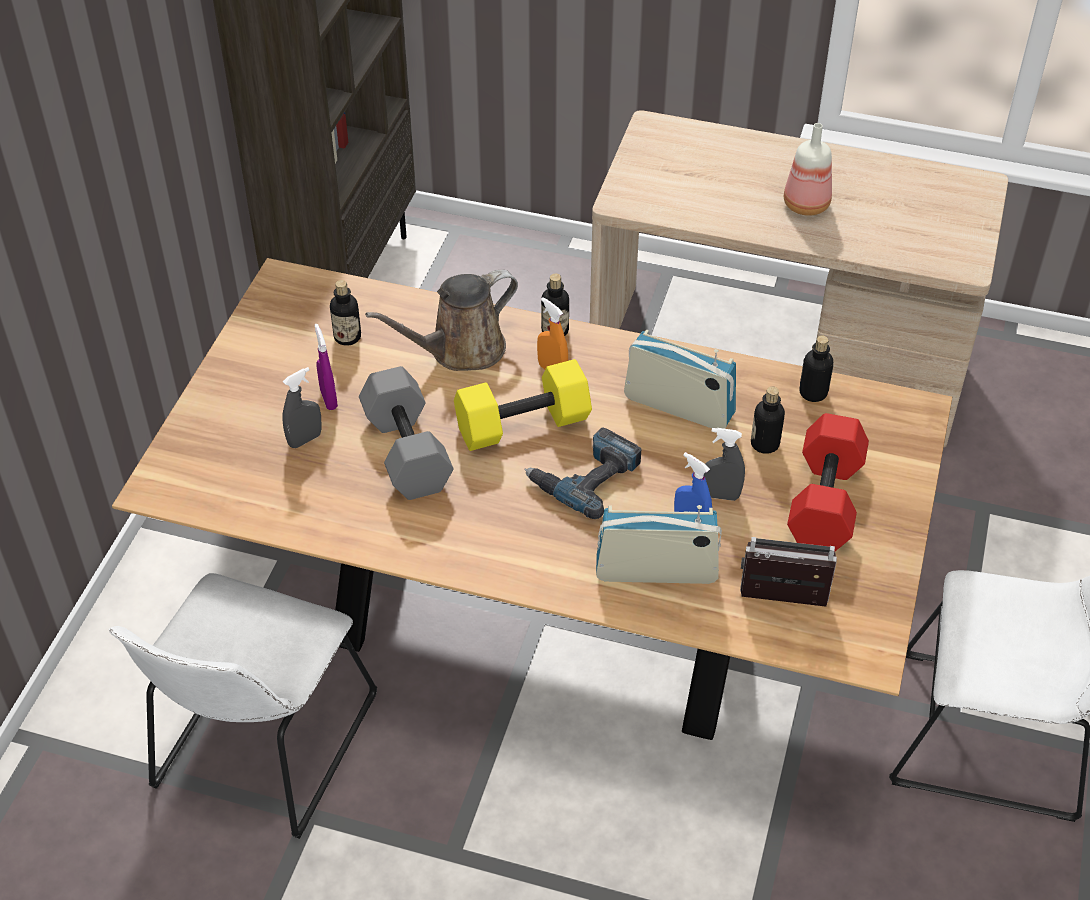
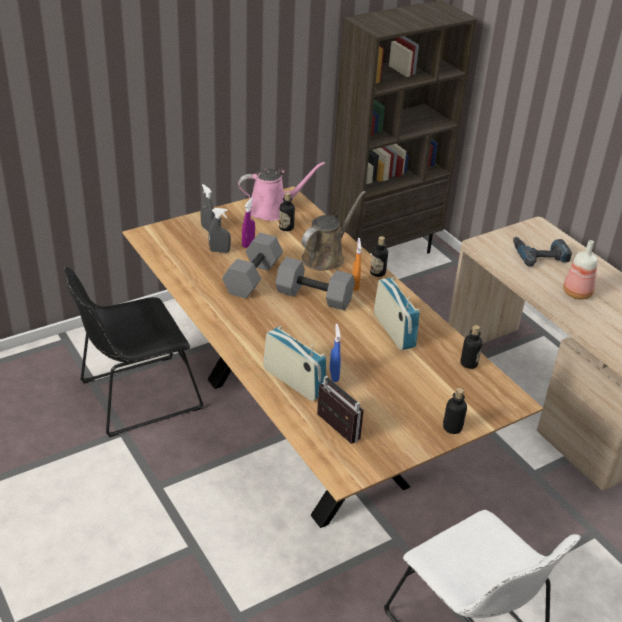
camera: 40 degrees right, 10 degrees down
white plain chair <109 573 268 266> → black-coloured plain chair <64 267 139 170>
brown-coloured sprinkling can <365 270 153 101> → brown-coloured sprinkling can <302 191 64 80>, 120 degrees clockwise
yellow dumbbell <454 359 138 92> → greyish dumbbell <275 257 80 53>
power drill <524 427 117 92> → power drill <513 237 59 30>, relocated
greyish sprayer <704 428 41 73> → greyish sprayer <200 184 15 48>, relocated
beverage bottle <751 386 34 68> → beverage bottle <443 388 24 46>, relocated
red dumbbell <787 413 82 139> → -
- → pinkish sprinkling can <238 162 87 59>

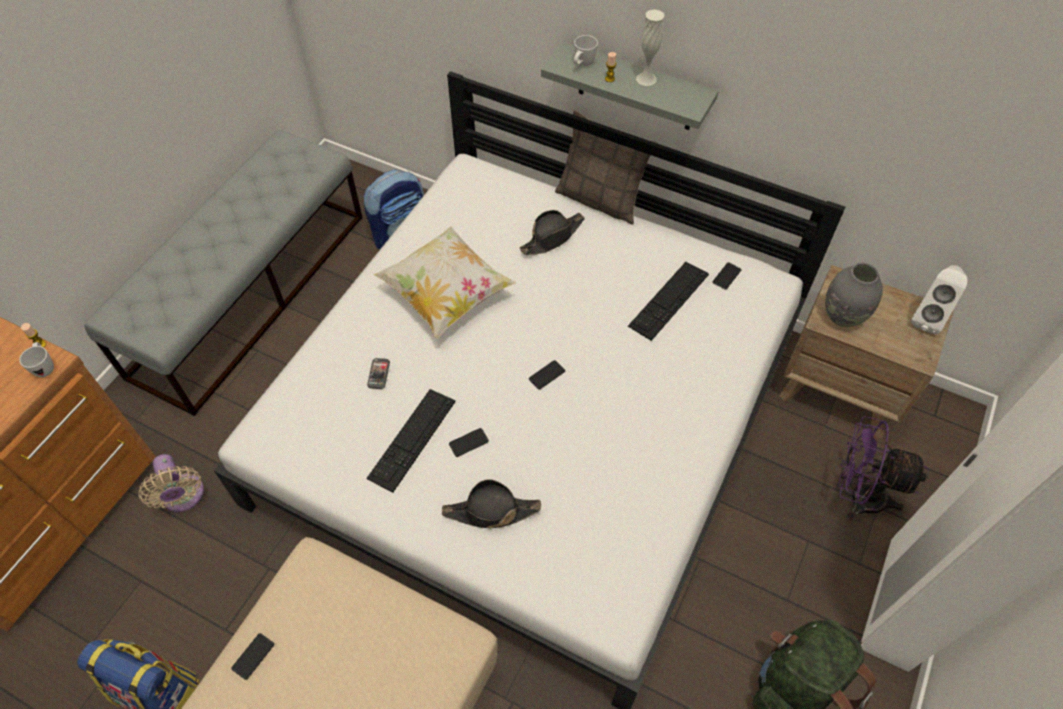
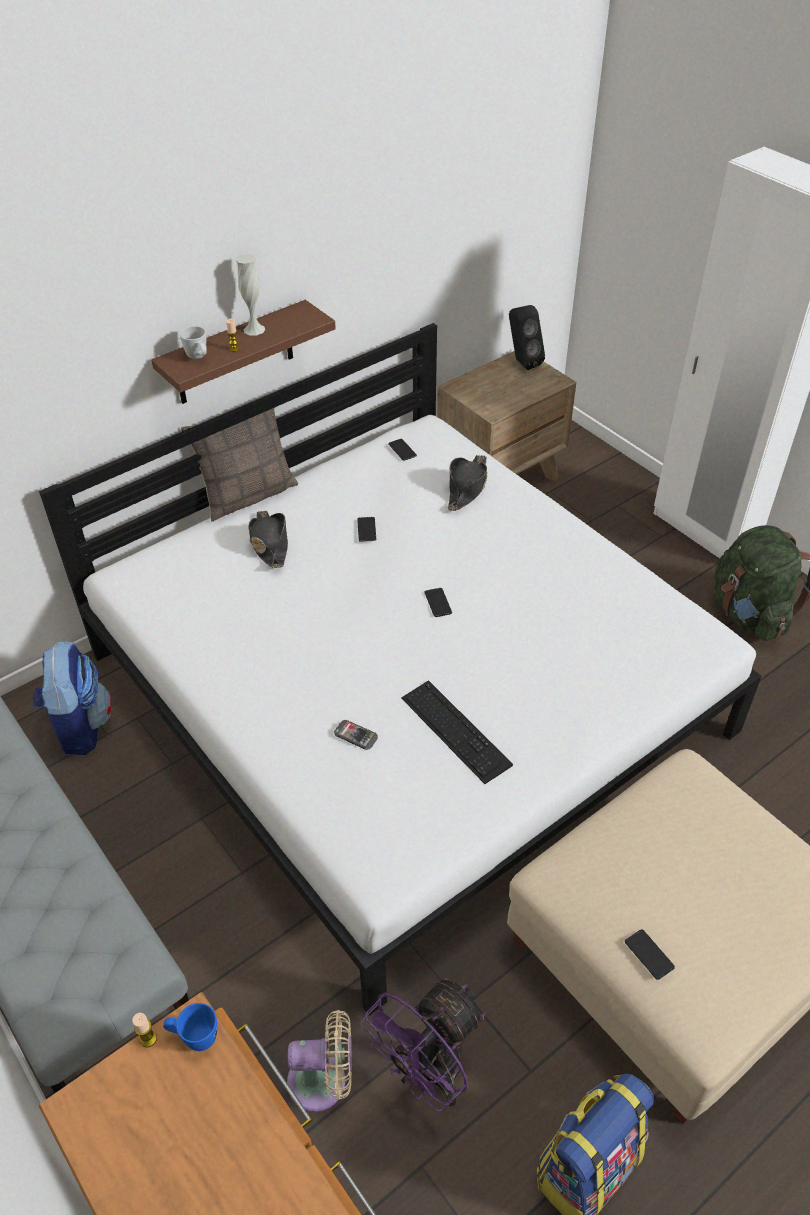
camera: 65 degrees left, 10 degrees down
white tea mug <19 342 35 35> → blue tea mug <163 1003 55 48>
throw pillow <373 226 143 112> → -
black-coloured wearable hat <442 479 99 50> → black-coloured wearable hat <448 455 39 56>, relocated
handset <449 428 40 29> → handset <357 517 19 25>, relocated
greyish wall shelf <541 41 177 89> → brown-coloured wall shelf <151 300 185 104>
PC keyboard <628 262 81 79> → -
greyish flower vase <825 263 58 64> → -
purplish fan <838 416 90 104> → purplish fan <360 978 126 133>, relocated
white speaker <911 265 56 69> → black-coloured speaker <509 305 36 65>

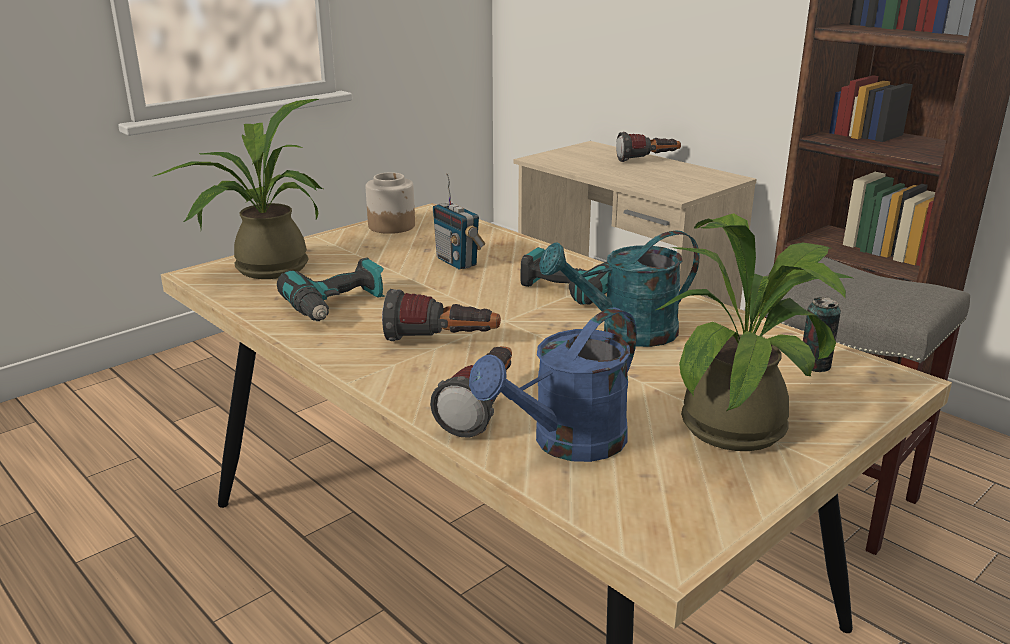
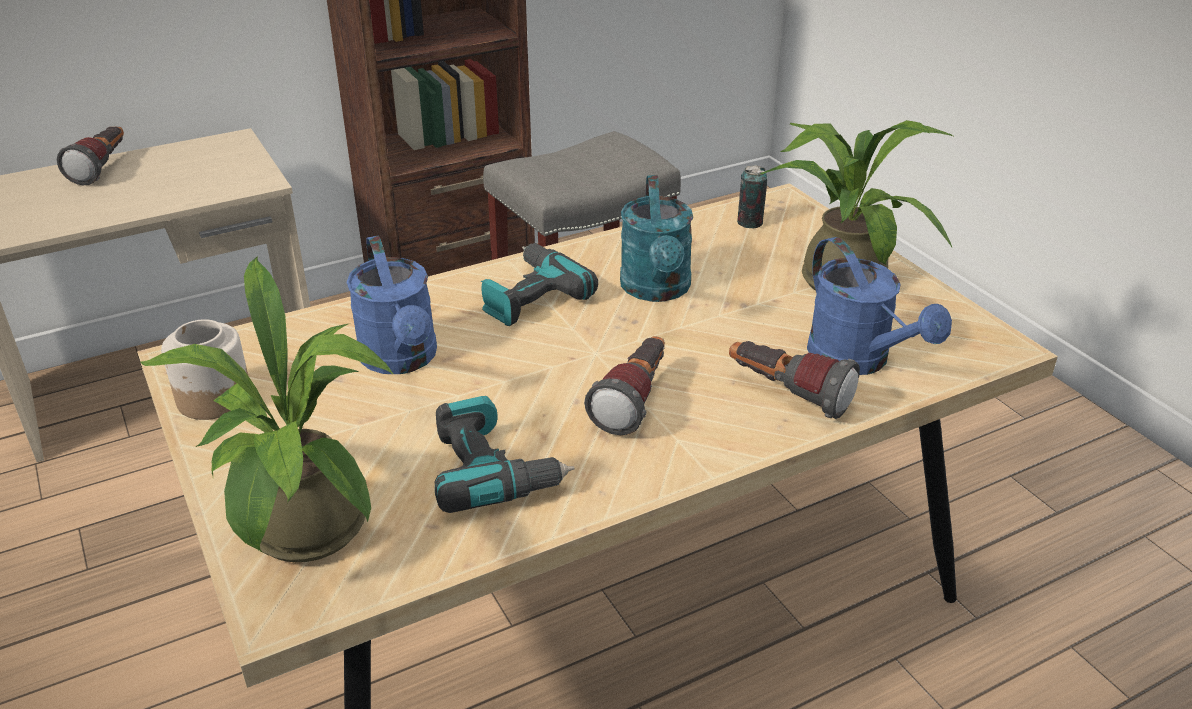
camera: 75 degrees left, 10 degrees up
radio <433 174 52 96> → blue sprinkling can <347 236 90 138>

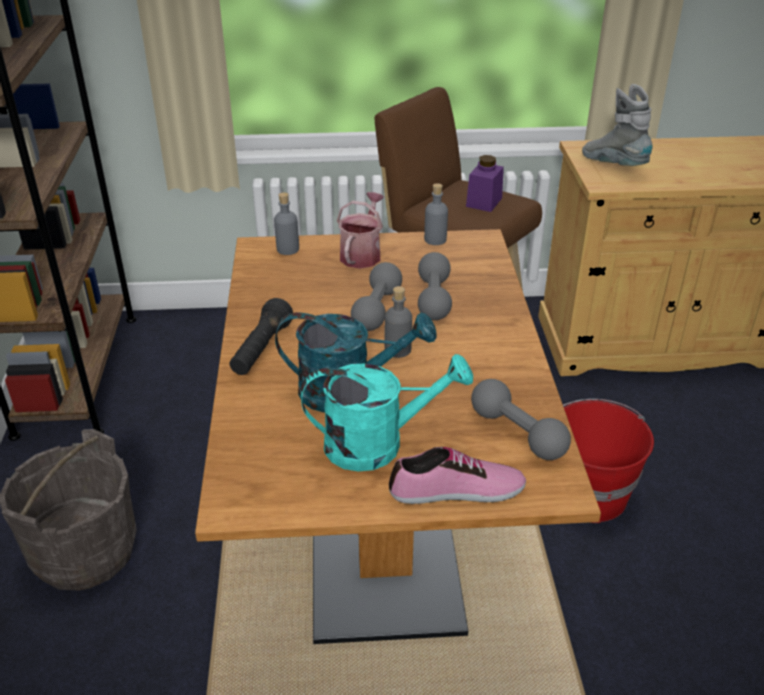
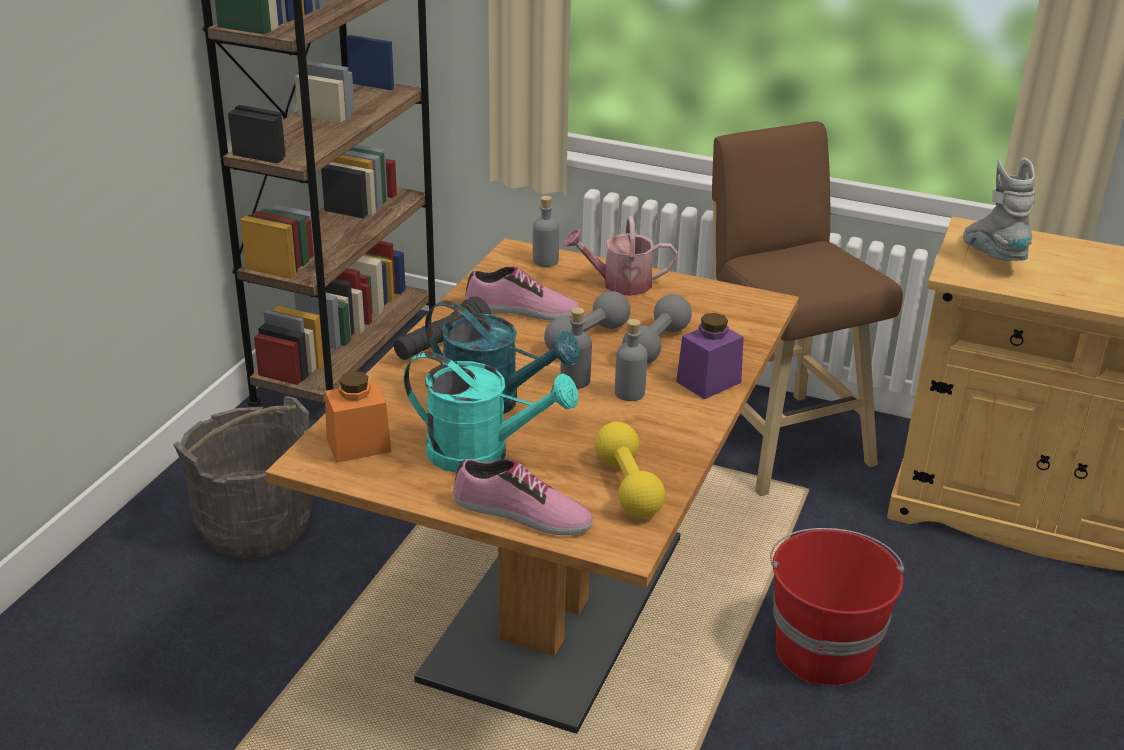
camera: 25 degrees right, 5 degrees down
sprinkling can <337 192 47 77> → sprinkling can <563 216 115 80>, 135 degrees counterclockwise
greyish beverage bottle <424 183 24 62> → greyish beverage bottle <615 319 33 82>, relocated
purplish storage jar <466 155 38 57> → purplish storage jar <676 313 68 86>, relocated
greyish dumbbell <471 379 100 81> → yellow dumbbell <595 422 70 96>
- → orange-coloured storage jar <325 371 66 92>
- → low shoe <466 267 114 53>

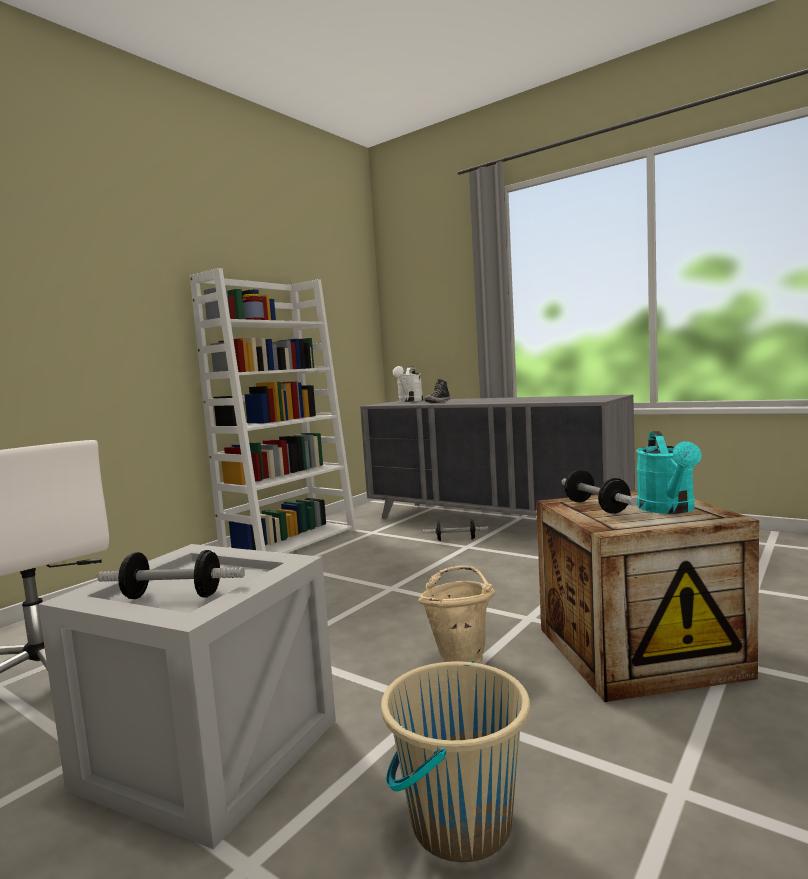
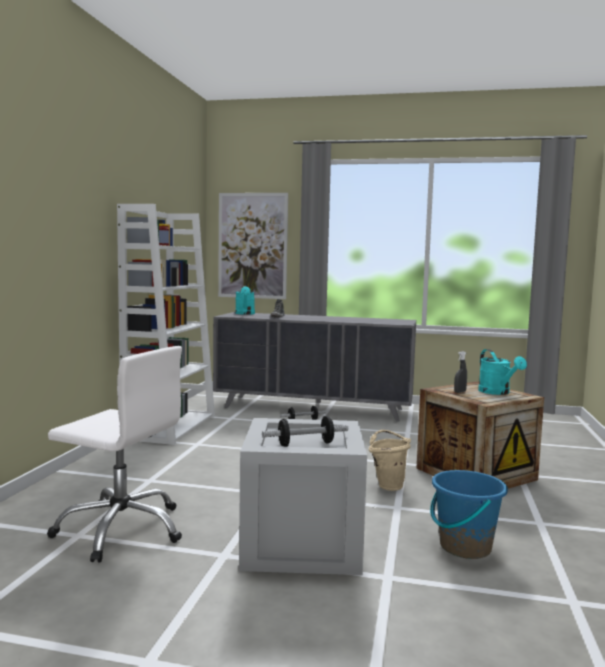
camera: 25 degrees left, 0 degrees up
sand-coloured pail <381 661 149 201> → blue pail <430 470 78 89>
white sprinkling can <393 366 30 36> → blue-green sprinkling can <235 286 20 29>
dumbbell <561 470 77 44> → greyish sprayer <454 351 13 42>
- → wall picture <218 193 70 106>

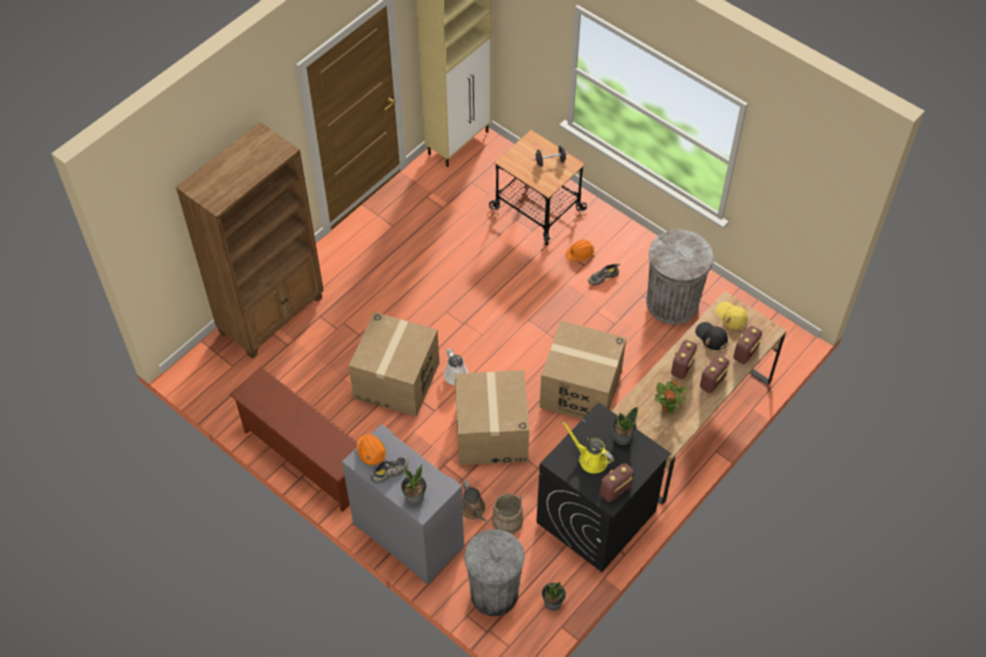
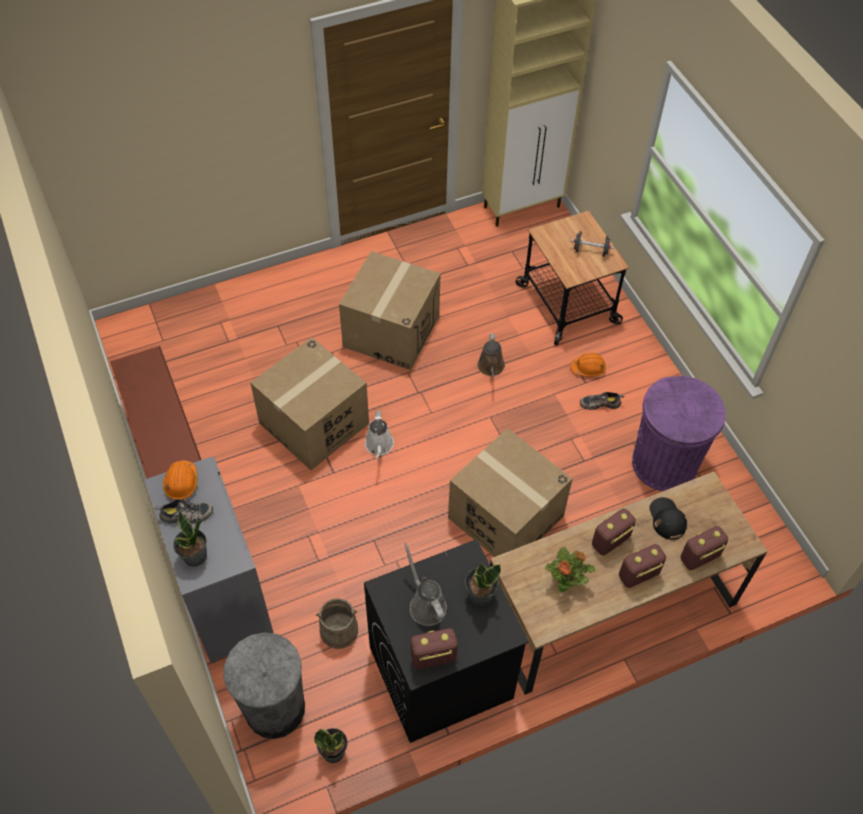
camera: 25 degrees right, 0 degrees up
brown-coloured bookshelf <176 122 148 237> → -
packing box <455 370 74 95> → packing box <339 251 102 119>, relocated
brown-coloured sprinkling can <462 480 26 44> → brown-coloured sprinkling can <477 333 28 44>, relocated
yellow sprinkling can <562 421 52 52> → greyish sprinkling can <404 543 43 83>
greyish trash can <646 230 67 94> → purplish trash can <632 376 94 115>
yellow baseball cap <716 302 32 27> → -

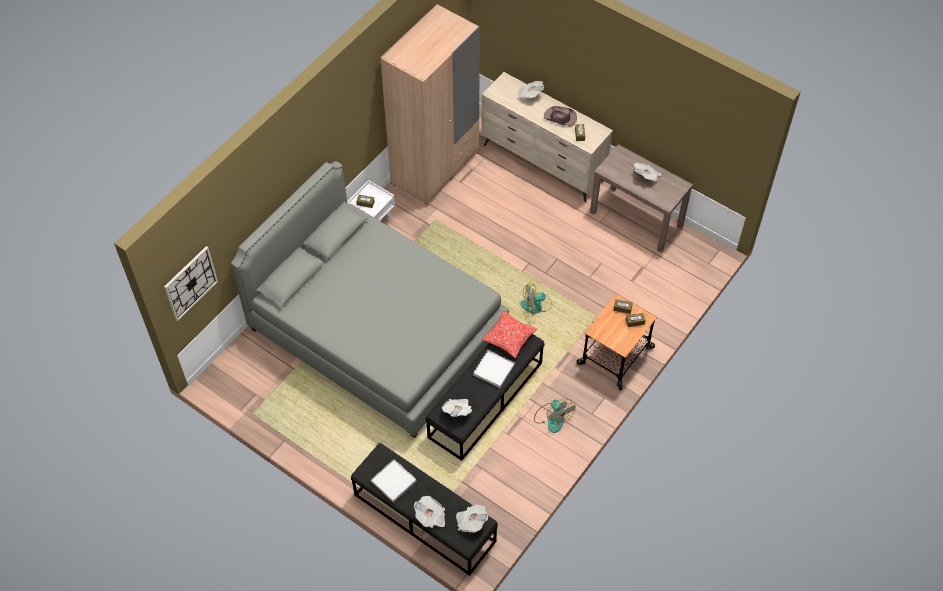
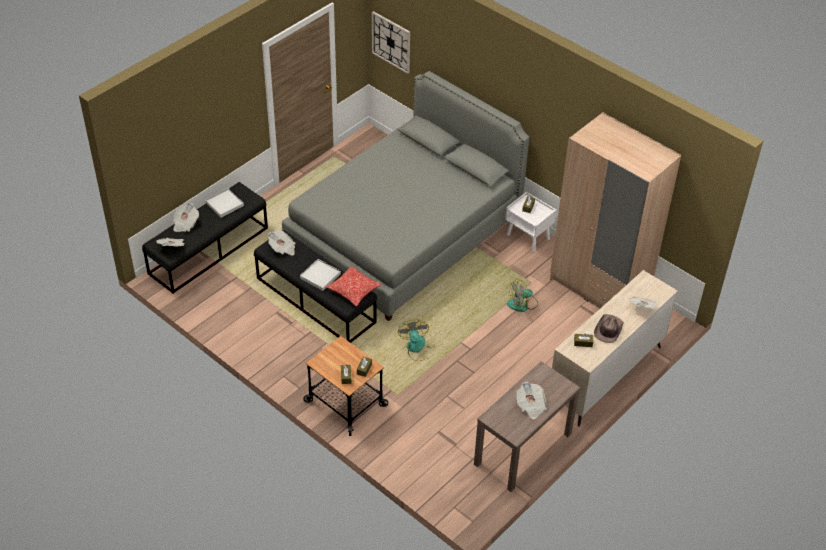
camera: 95 degrees right, 10 degrees down
fan <534 398 42 35> → fan <507 279 31 33>, relocated

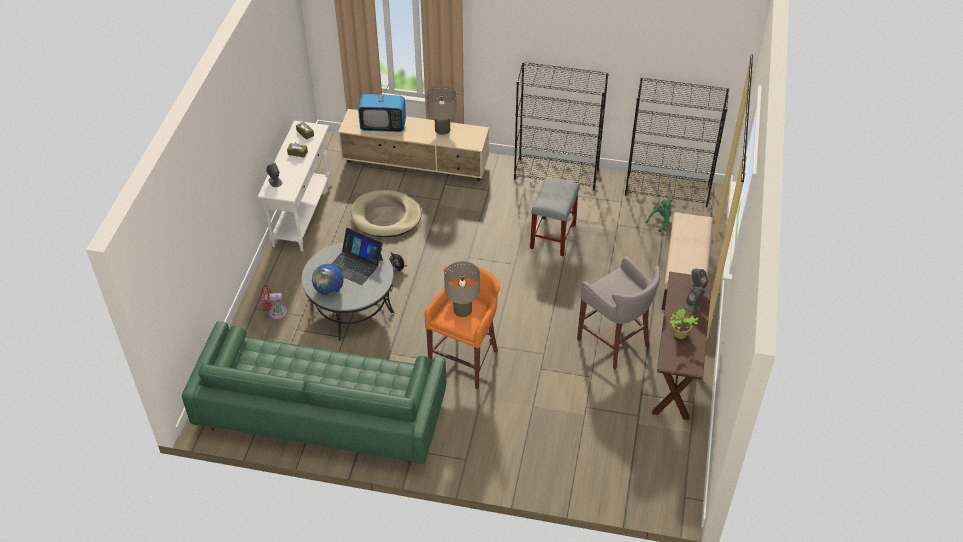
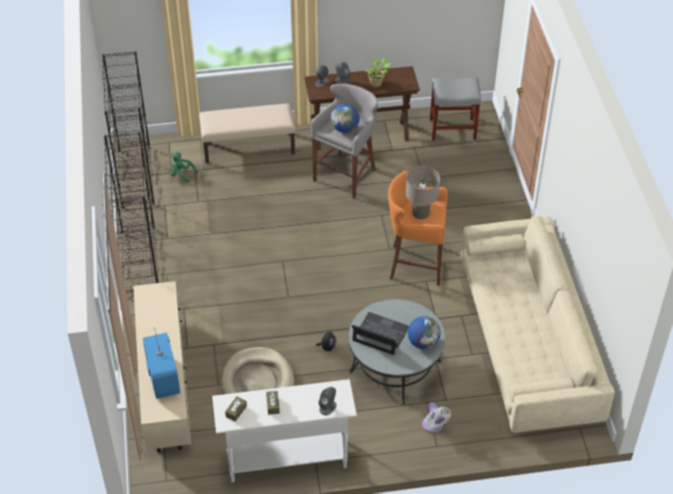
camera: 110 degrees left, 0 degrees up
greenish couch <182 321 264 144> → sand-coloured couch <461 216 154 217>
red fan <261 285 27 35> → white fan <422 402 29 31>
portable computer <332 227 51 58> → portable computer <352 312 57 43>, 75 degrees counterclockwise
sand-coloured lamp for a table <427 85 30 50> → -
greyish sitting stool <530 176 49 80> → greyish sitting stool <430 77 51 64>, relocated
- → desk globe <330 104 30 29>

